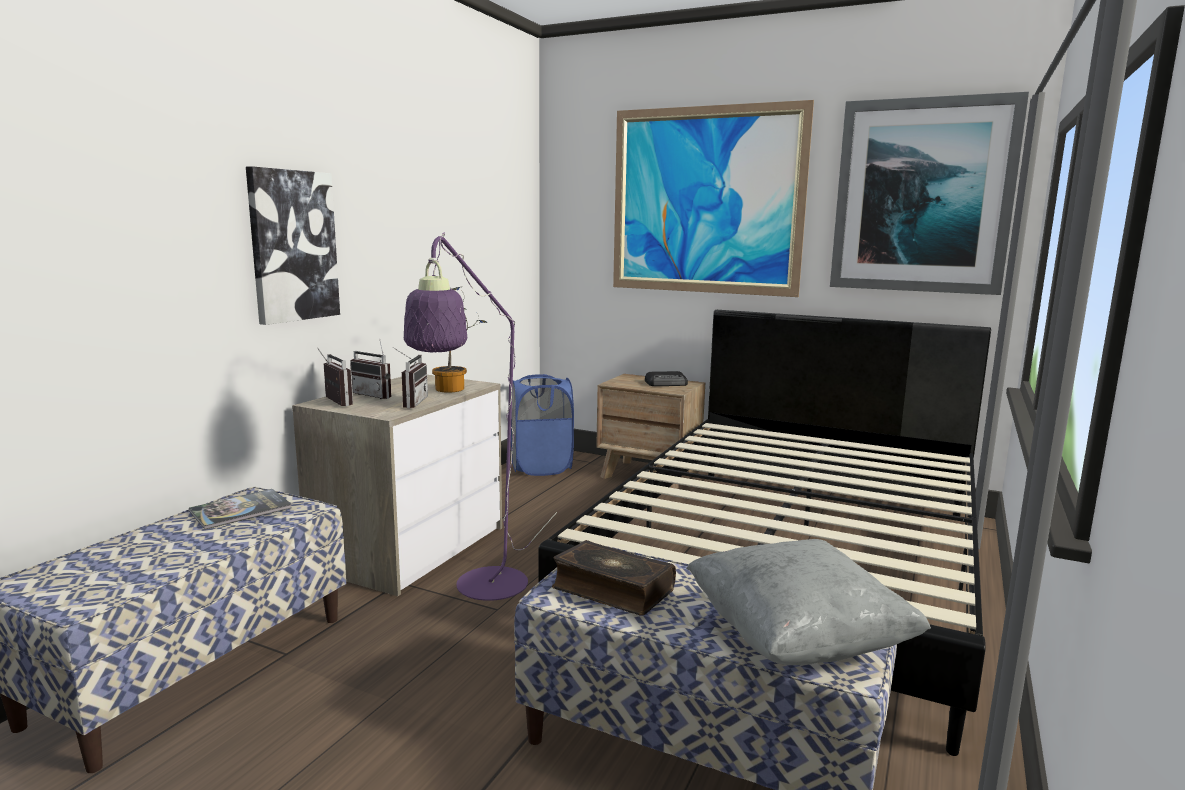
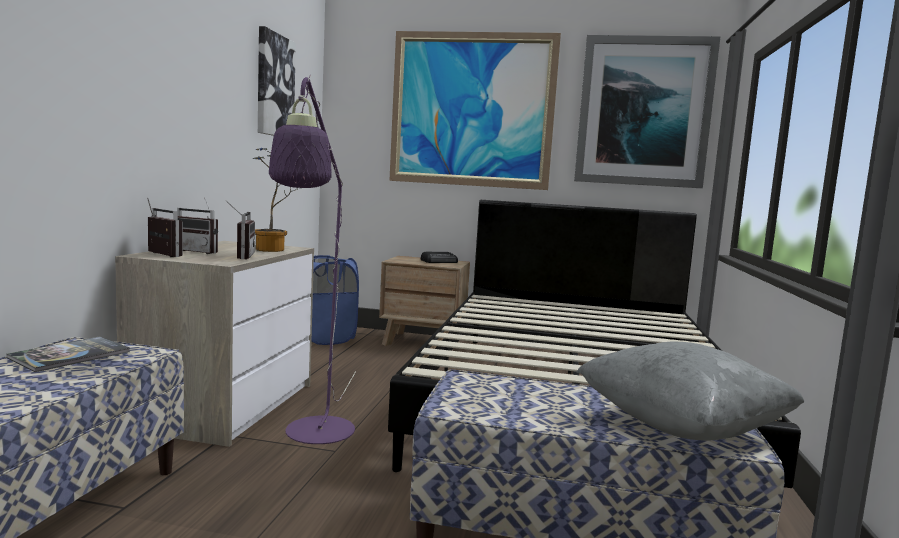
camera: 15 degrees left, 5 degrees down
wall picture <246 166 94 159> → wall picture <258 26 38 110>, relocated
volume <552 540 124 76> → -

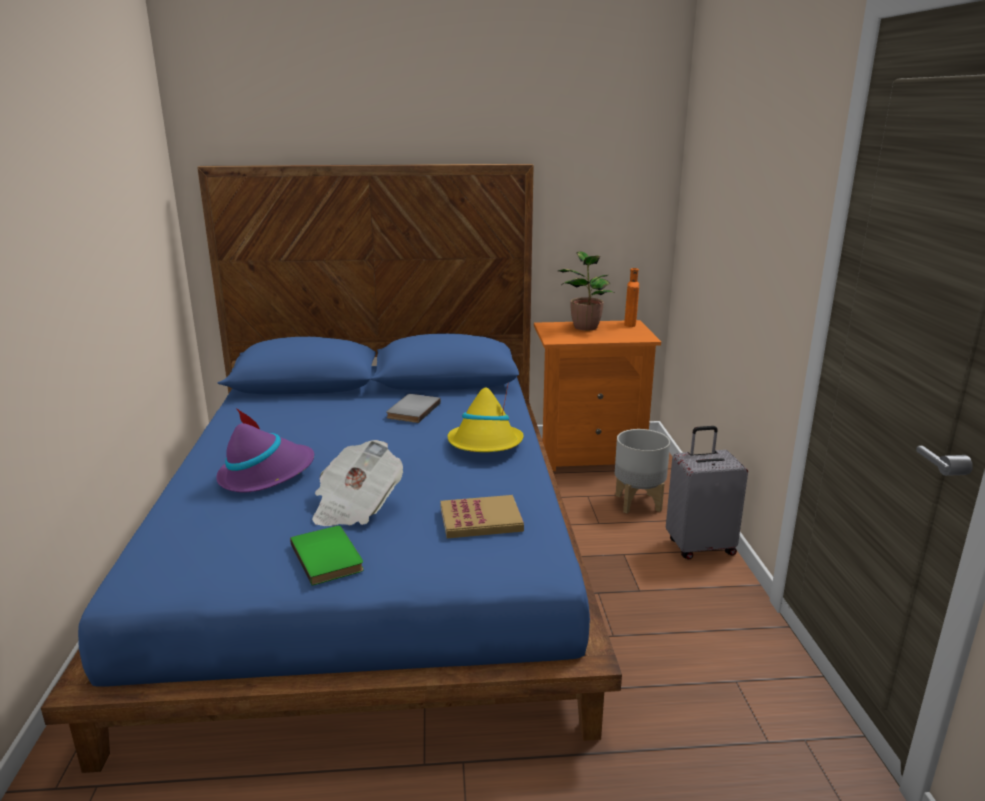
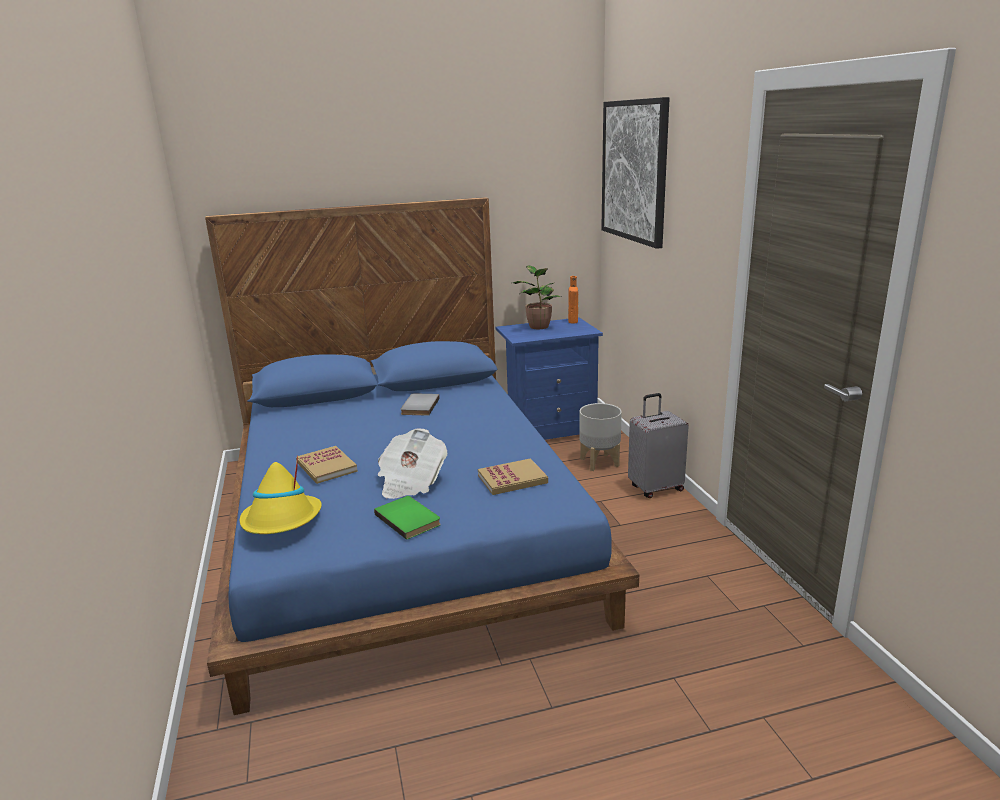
camera: 10 degrees left, 0 degrees up
purplish wearable hat <216 408 98 84> → volume <296 446 62 38>
yellow wearable hat <448 385 76 67> → yellow wearable hat <240 455 82 79>, relocated
orange-coloured bedside table <534 320 127 151> → blue bedside table <496 318 107 122>
- → wall picture <601 97 69 152>

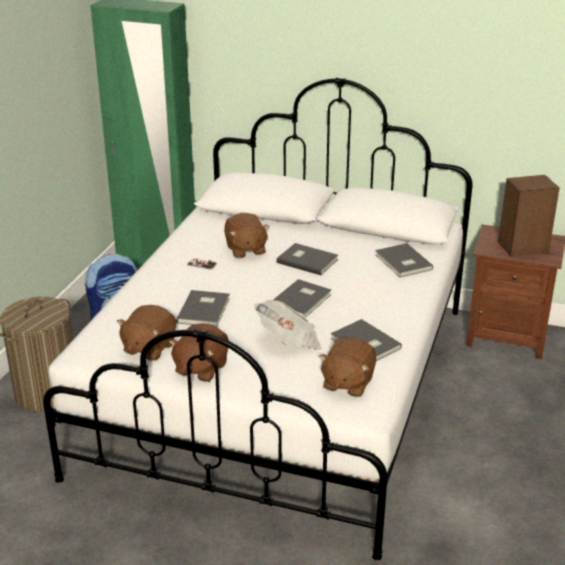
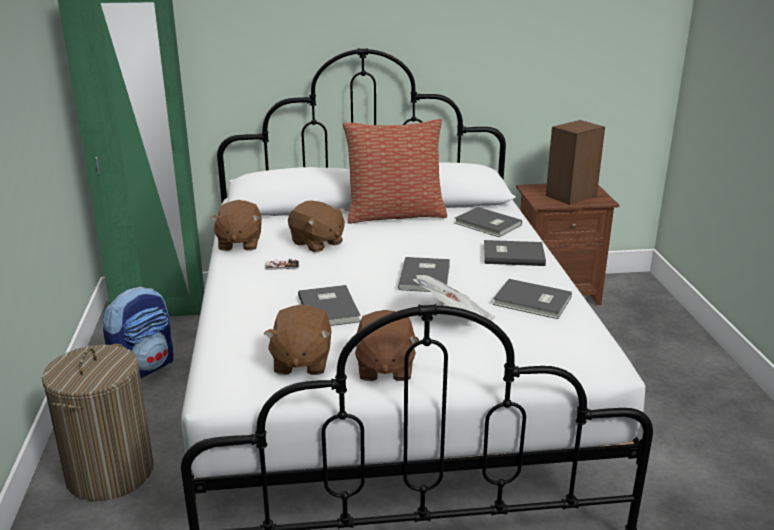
camera: 25 degrees left, 5 degrees down
greyish volume <276 243 62 32> → greyish volume <484 240 62 26>, relocated
brown-coloured cuddly toy <319 337 57 60> → brown-coloured cuddly toy <210 200 52 51>, relocated
- → throw pillow <343 119 104 105>

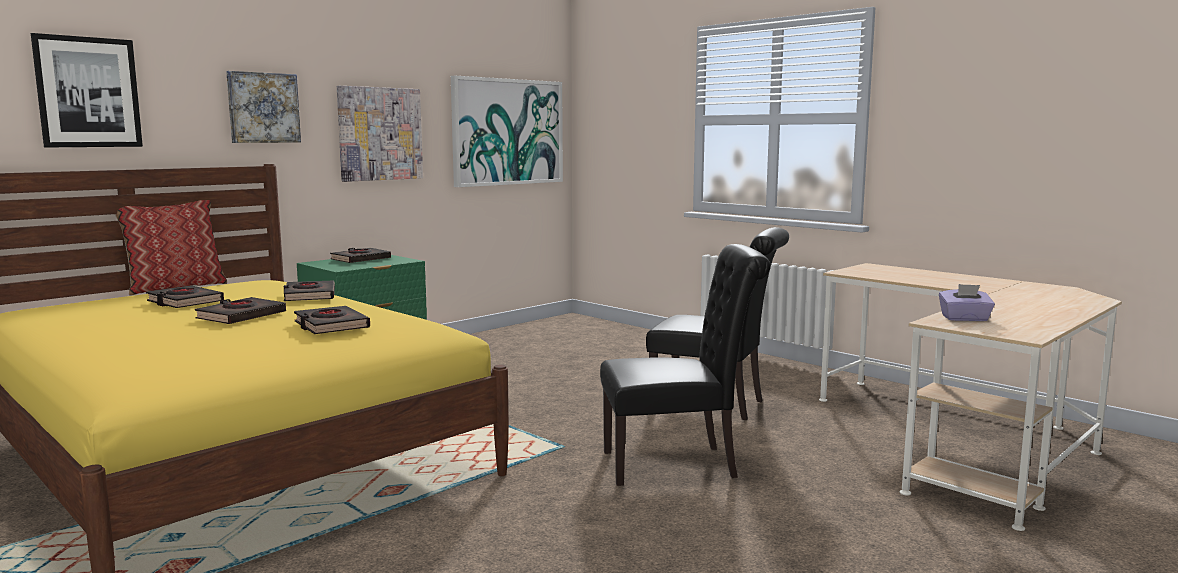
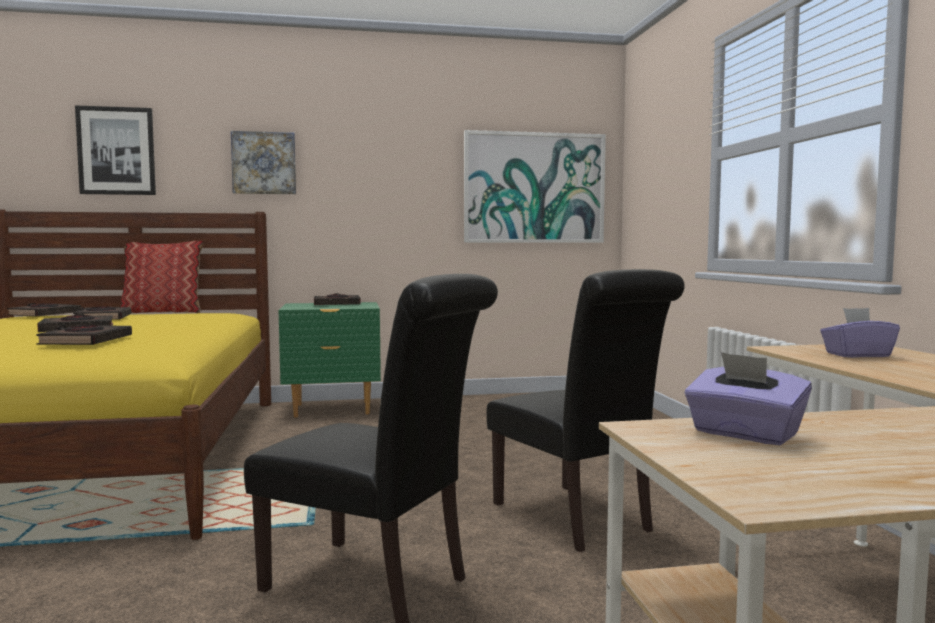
camera: 35 degrees right, 5 degrees down
black-coloured volume <284 281 51 20> → black-coloured volume <7 303 74 14>, relocated
wall picture <337 86 86 96> → -
- → purplish tissue holder <820 308 80 50>

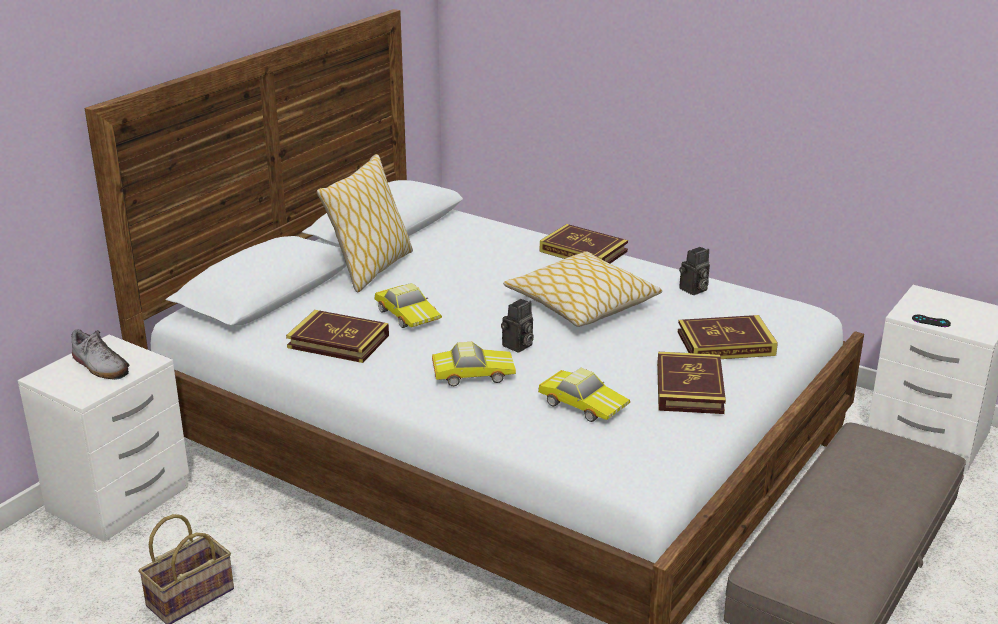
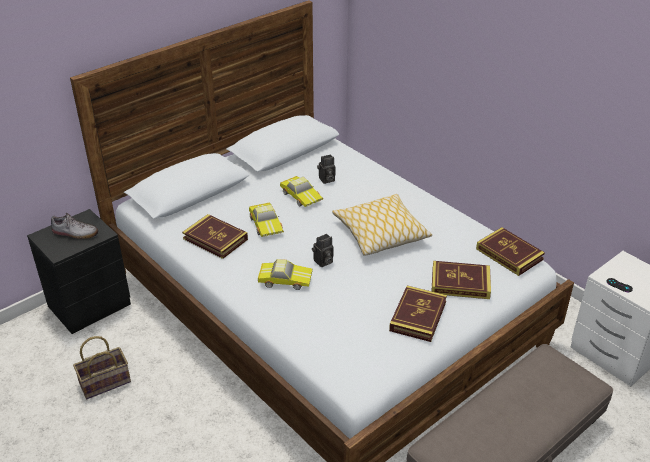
camera: 15 degrees right, 10 degrees up
white bedside table <18 335 171 207> → black-coloured bedside table <27 209 104 125>
low shoe <71 330 58 50> → low shoe <51 213 48 26>, 45 degrees counterclockwise
throw pillow <317 154 96 138> → -
model car <538 368 92 54> → model car <280 176 43 31>, relocated
volume <540 224 88 39> → volume <476 227 69 49>, relocated
still camera <679 247 31 48> → still camera <317 154 18 30>, relocated

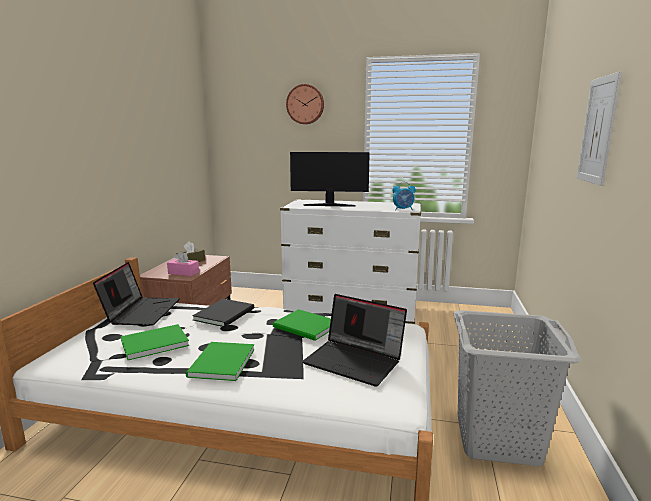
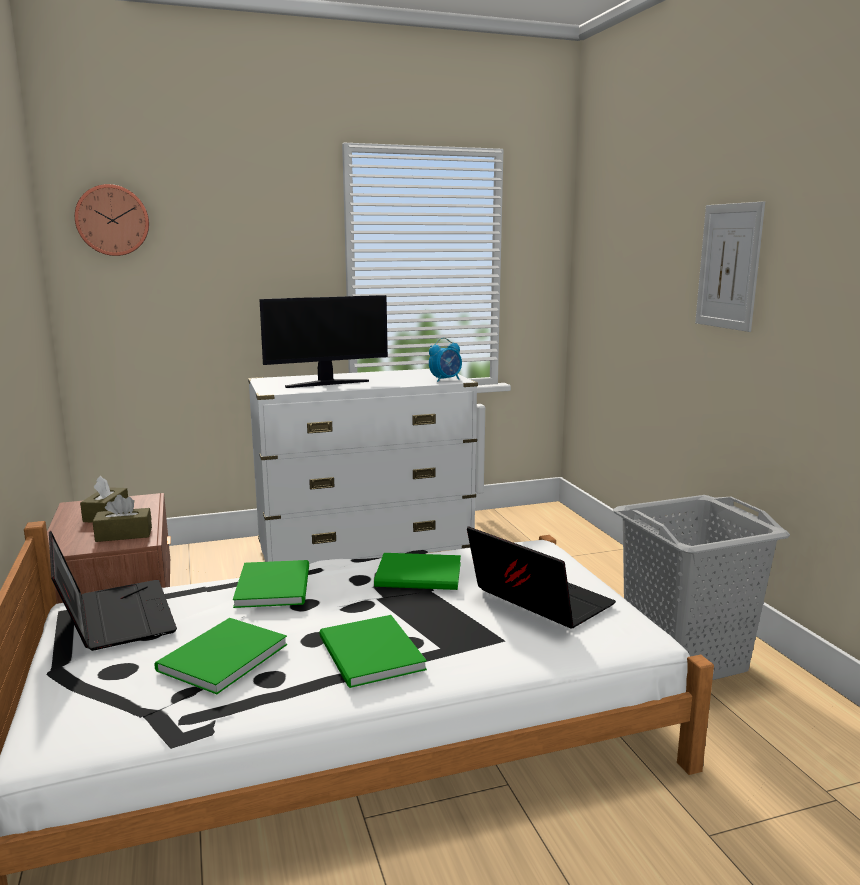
camera: 30 degrees left, 0 degrees up
pinkish tissue holder <167 251 32 25> → brown-coloured tissue holder <93 494 59 48>
black-coloured volume <192 299 62 28> → greenish volume <233 560 76 48>
clock on the wall <286 84 38 40> → clock on the wall <75 184 74 72>, relocated
portable computer <302 294 105 93> → portable computer <467 526 149 103>, 135 degrees counterclockwise

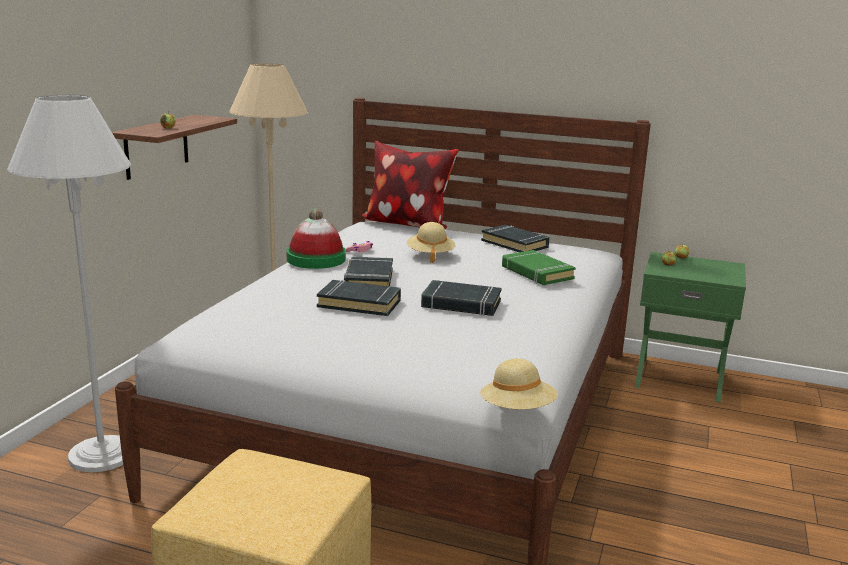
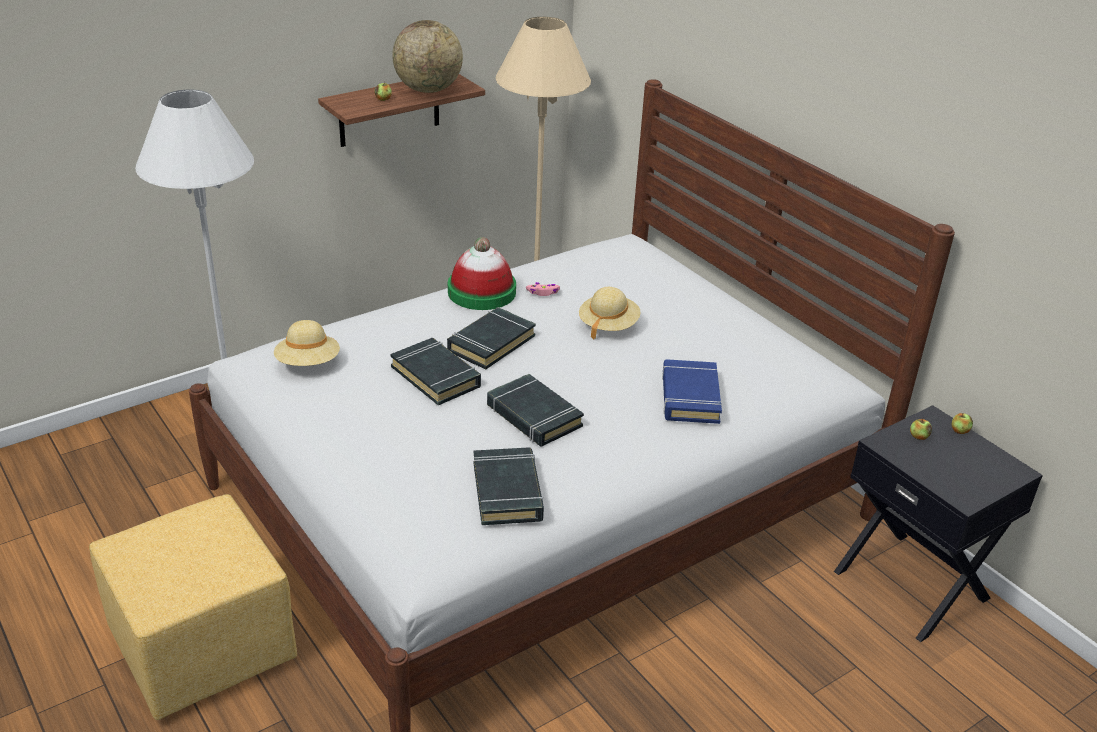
camera: 35 degrees right, 15 degrees up
throw pillow <362 141 97 88> → -
sand-coloured wearable hat <480 359 78 51> → sand-coloured wearable hat <274 320 66 46>, relocated
black-coloured volume <481 225 69 27> → black-coloured volume <474 447 70 78>, relocated
greenish volume <502 250 74 35> → blue volume <662 359 60 65>
greenish bedside table <635 252 111 150> → black-coloured bedside table <834 405 209 237>
- → desk globe <392 20 71 73>

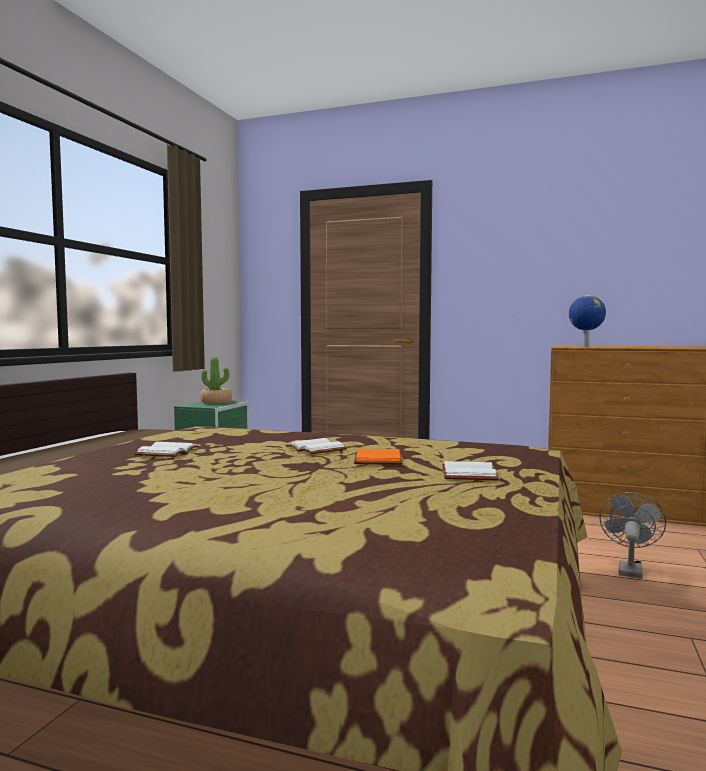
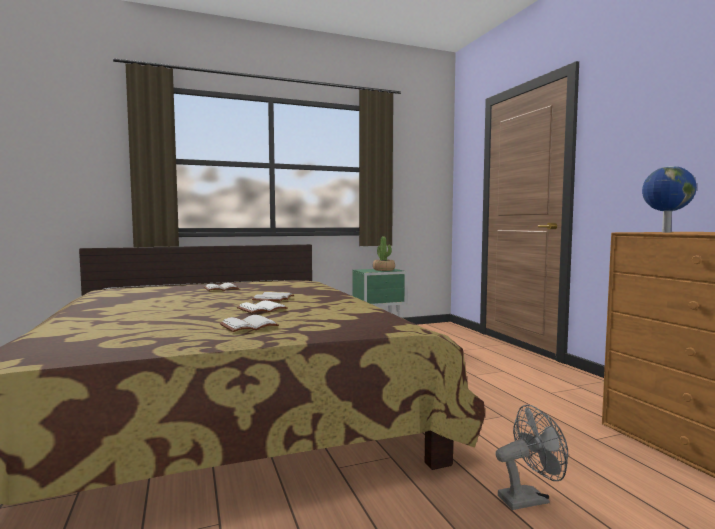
camera: 50 degrees right, 0 degrees up
orange-coloured volume <354 449 48 15> → white volume <237 300 51 13>

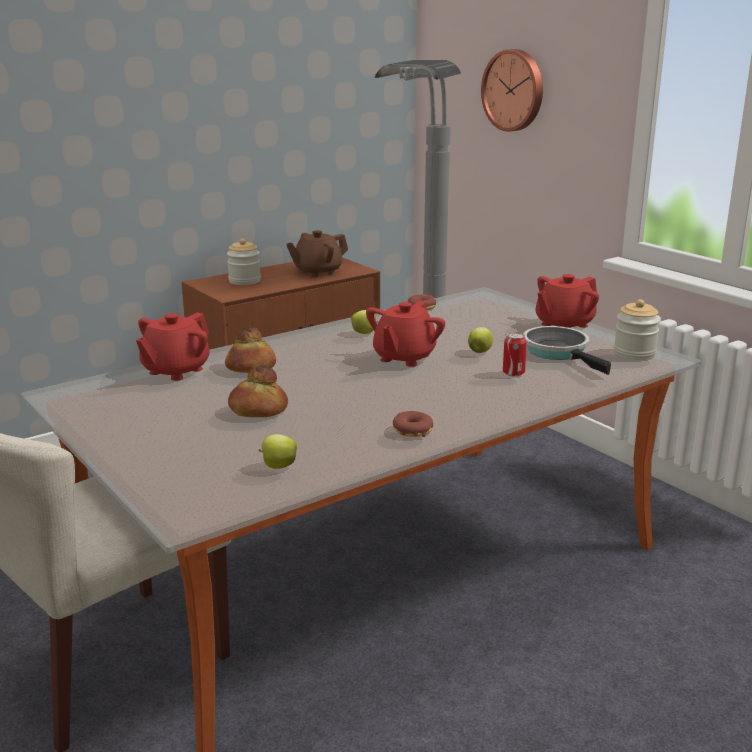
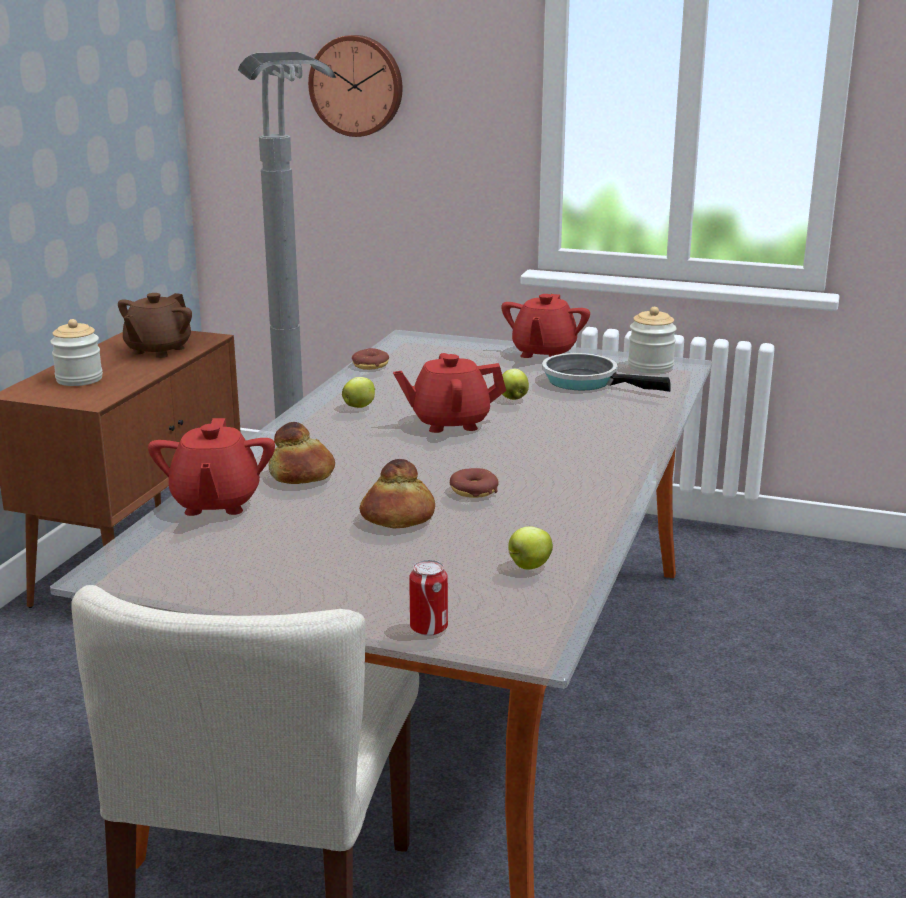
camera: 35 degrees left, 0 degrees up
red teapot <366 301 79 66> → red teapot <393 353 113 80>, 90 degrees clockwise
donut <393 411 40 26> → donut <450 468 49 30>, relocated
can <503 332 24 44> → can <410 560 38 76>, relocated

